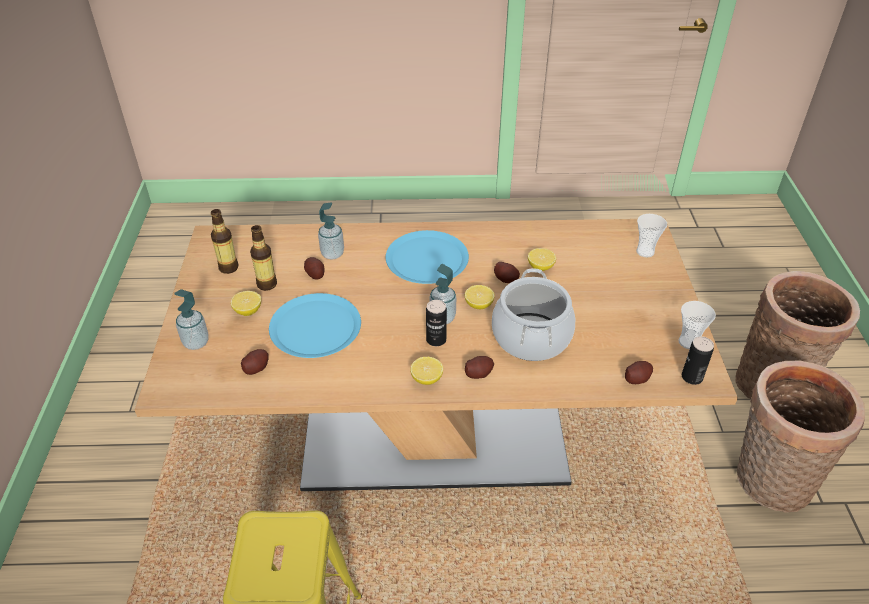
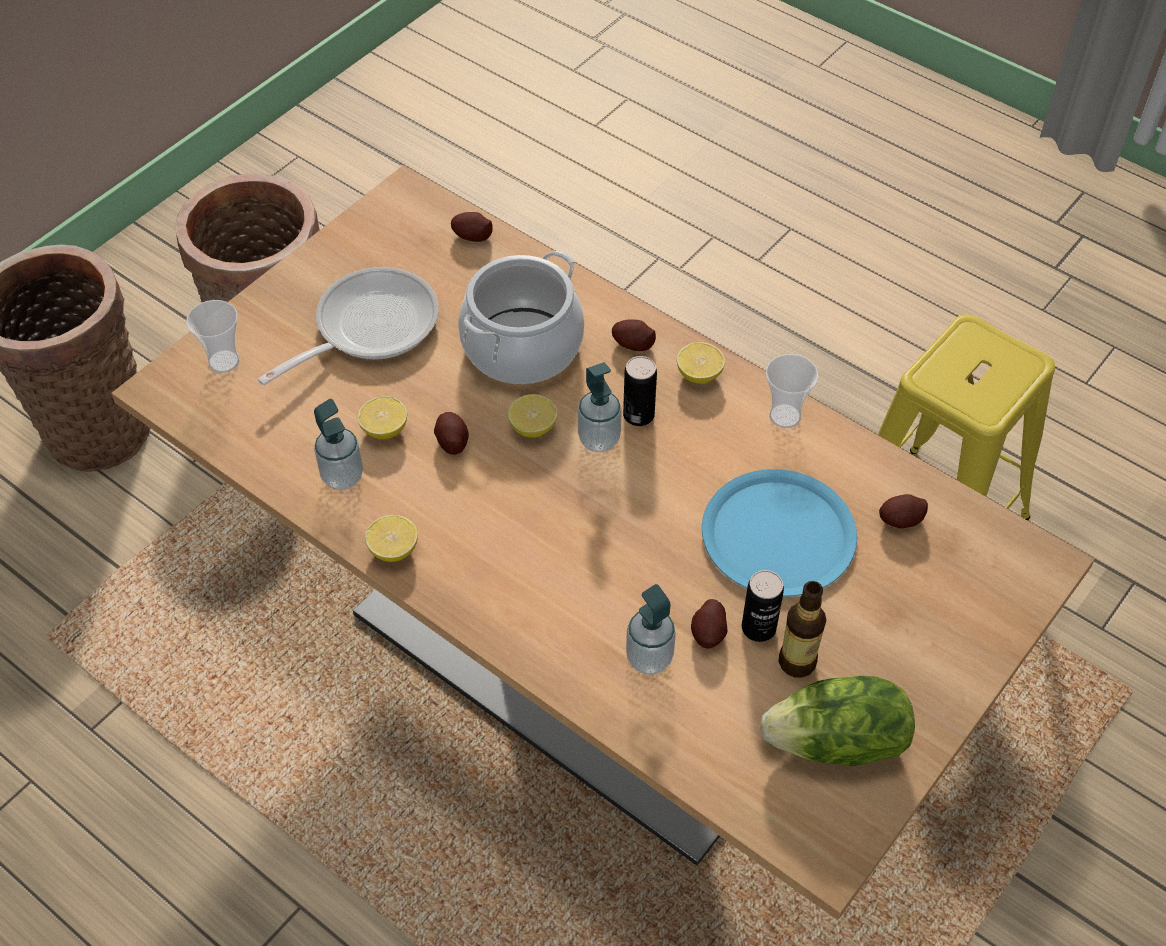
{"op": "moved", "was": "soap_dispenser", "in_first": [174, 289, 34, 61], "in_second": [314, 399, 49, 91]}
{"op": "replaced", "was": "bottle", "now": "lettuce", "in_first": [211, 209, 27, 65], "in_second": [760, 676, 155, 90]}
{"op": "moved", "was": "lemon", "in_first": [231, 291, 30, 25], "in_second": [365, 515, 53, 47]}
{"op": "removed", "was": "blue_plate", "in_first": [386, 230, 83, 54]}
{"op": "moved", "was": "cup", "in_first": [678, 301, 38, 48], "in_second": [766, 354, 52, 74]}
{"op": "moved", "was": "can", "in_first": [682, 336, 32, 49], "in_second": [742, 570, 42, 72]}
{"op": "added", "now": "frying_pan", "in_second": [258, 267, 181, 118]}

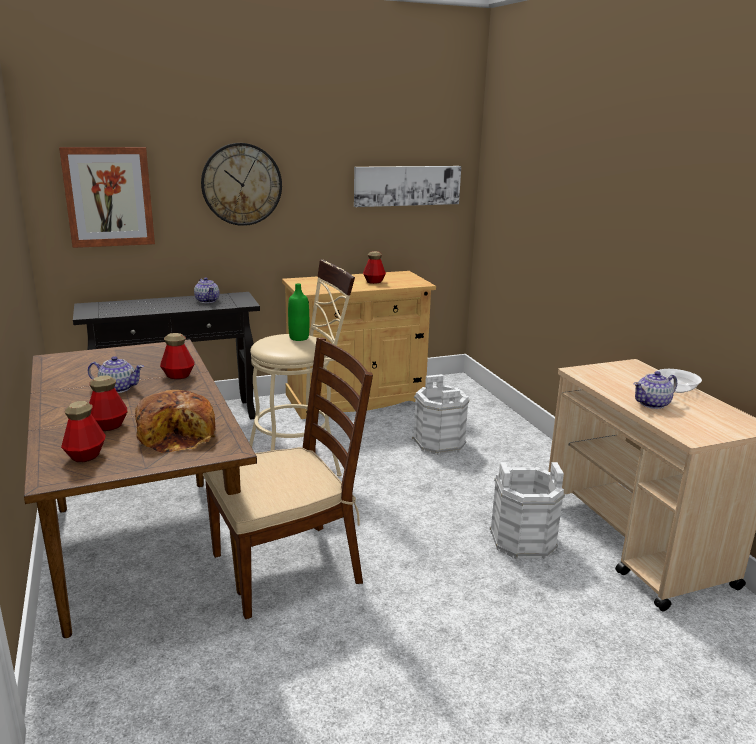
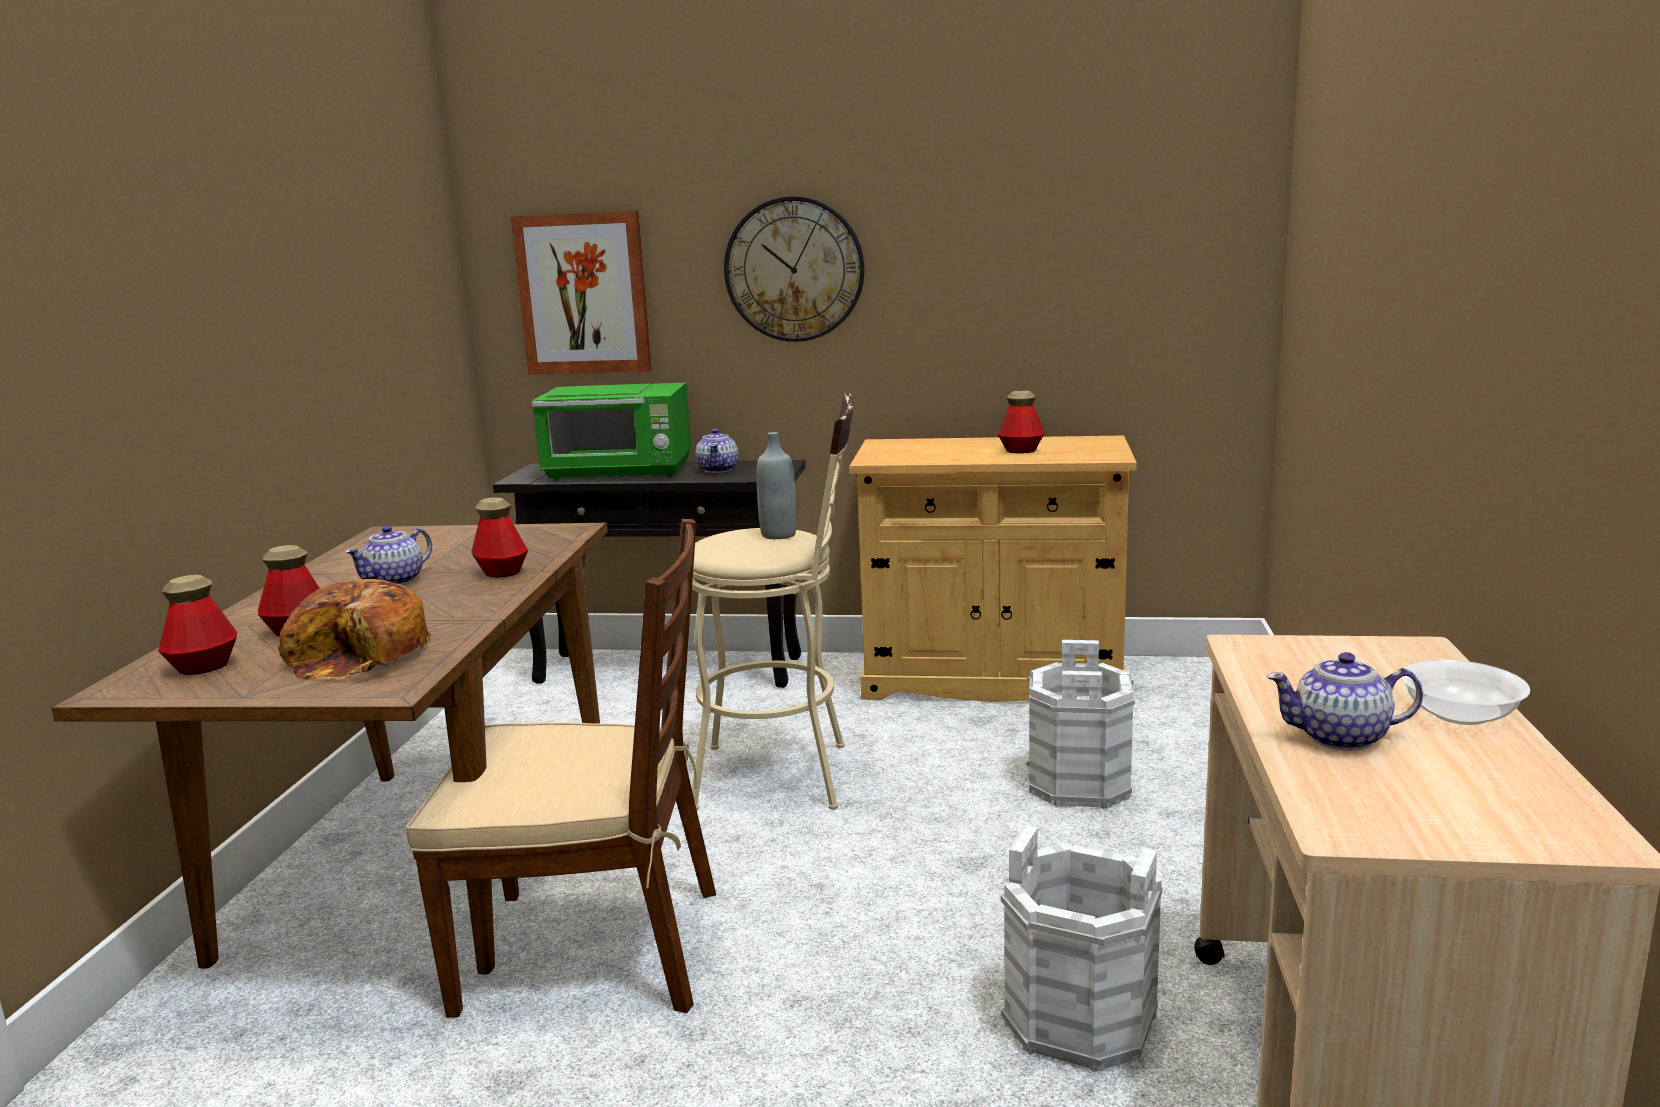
{"op": "turned", "was": "teapot", "in_first": [88, 356, 56, 37], "in_second": [345, 526, 87, 59], "clockwise": 90}
{"op": "recoloured", "was": "green_bottle", "now": "grey_bottle", "in_first": [288, 283, 21, 58], "in_second": [756, 432, 41, 107]}
{"op": "removed", "was": "picture", "in_first": [354, 166, 107, 41]}
{"op": "added", "now": "green_microwave", "in_second": [531, 383, 160, 97]}

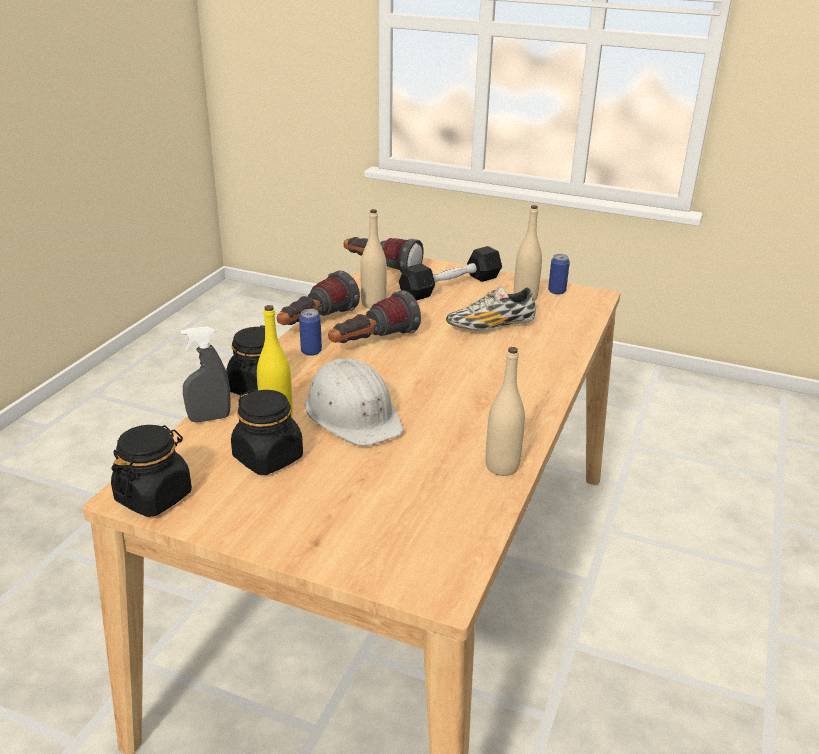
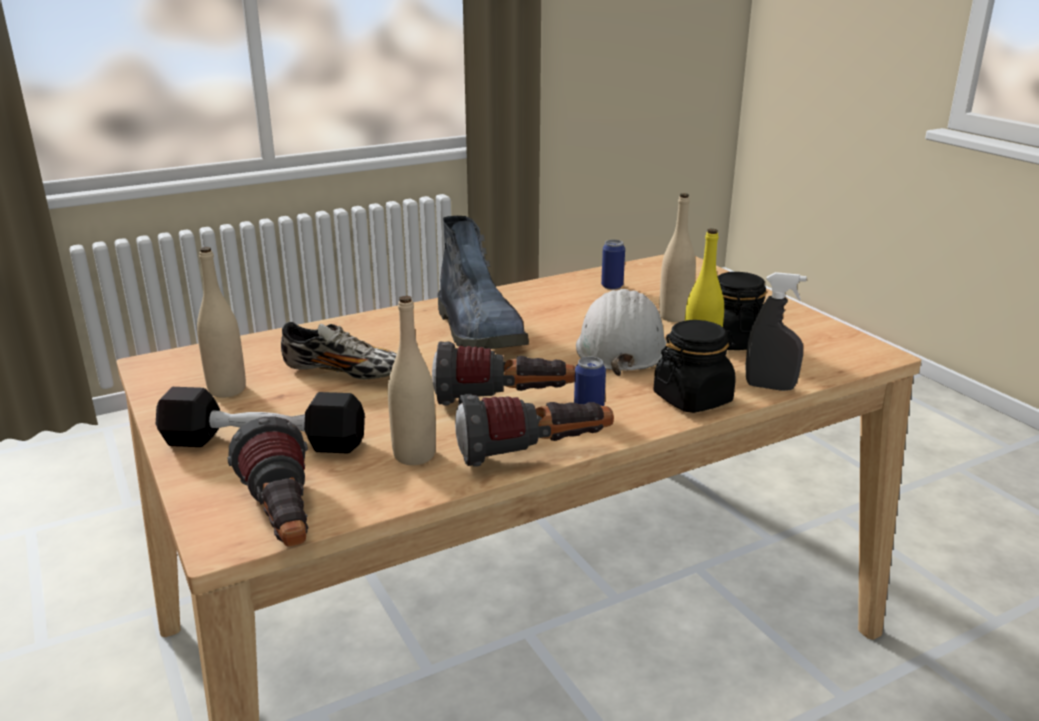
{"op": "removed", "was": "black_jar", "in_first": [111, 425, 81, 92]}
{"op": "moved", "was": "beige_bottle", "in_first": [486, 347, 39, 129], "in_second": [659, 193, 37, 129]}
{"op": "moved", "was": "can", "in_first": [548, 254, 22, 41], "in_second": [601, 240, 24, 50]}
{"op": "added", "now": "boot", "in_second": [438, 216, 91, 133]}

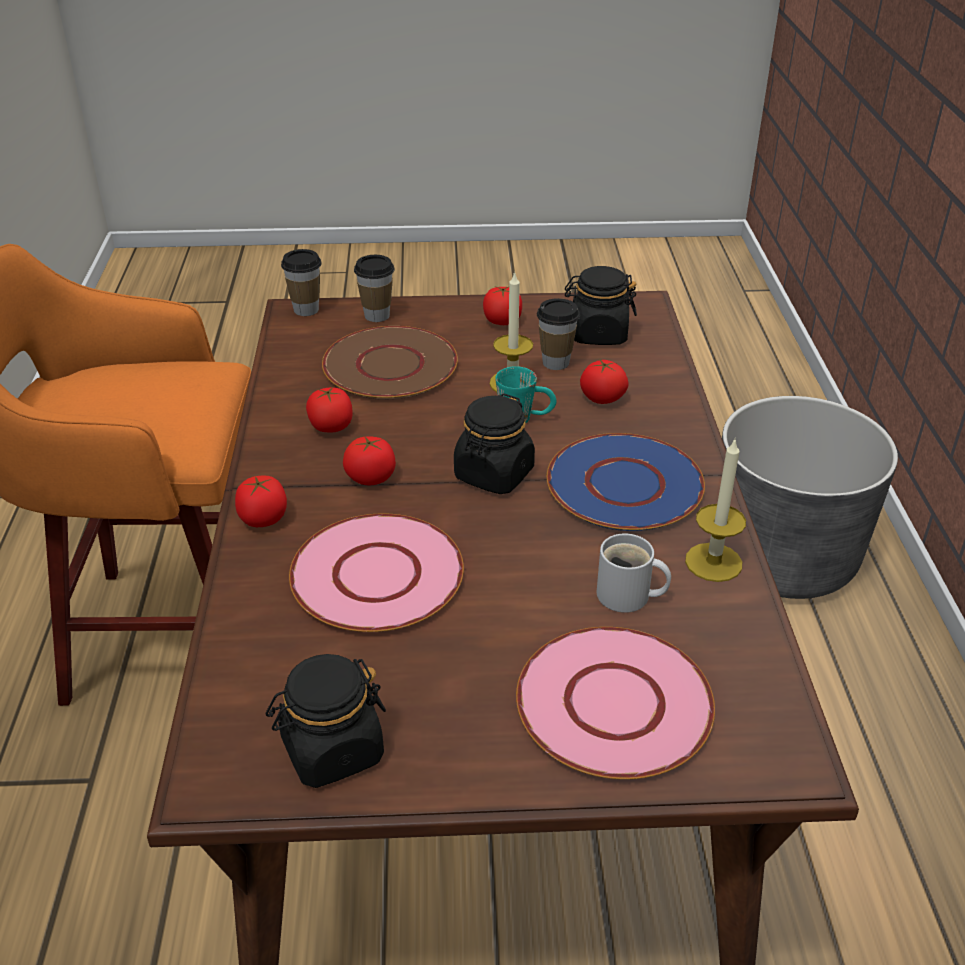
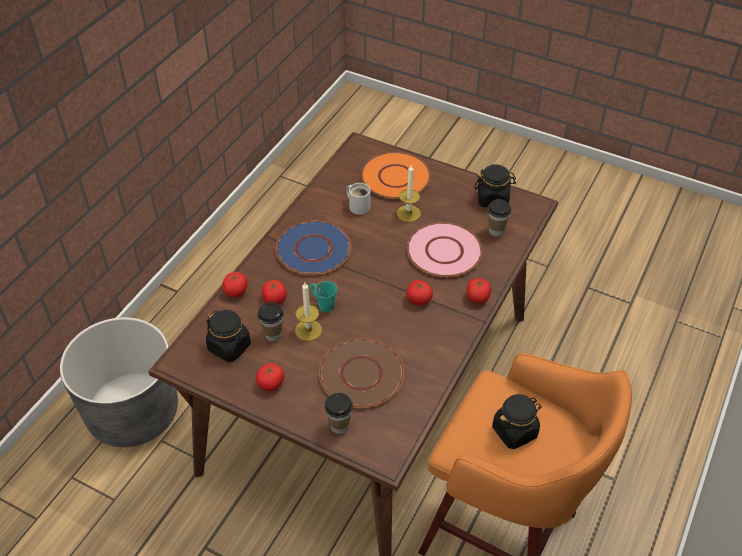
{"op": "moved", "was": "cup", "in_first": [281, 249, 41, 67], "in_second": [488, 199, 23, 38]}
{"op": "moved", "was": "tomato", "in_first": [306, 387, 47, 45], "in_second": [222, 272, 26, 25]}
{"op": "moved", "was": "black_jar", "in_first": [454, 393, 81, 101], "in_second": [492, 394, 50, 55]}
{"op": "recoloured", "was": "pink_plate", "now": "orange_plate", "in_first": [516, 627, 199, 152], "in_second": [361, 152, 70, 47]}
{"op": "moved", "was": "candle", "in_first": [685, 440, 61, 142], "in_second": [397, 165, 24, 57]}

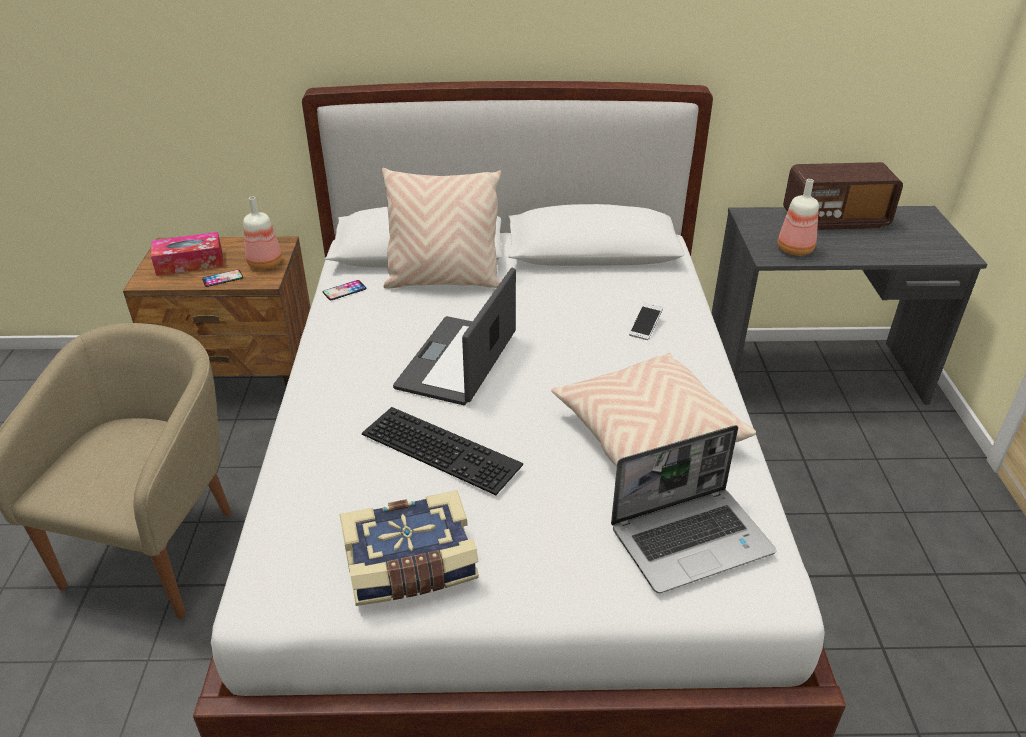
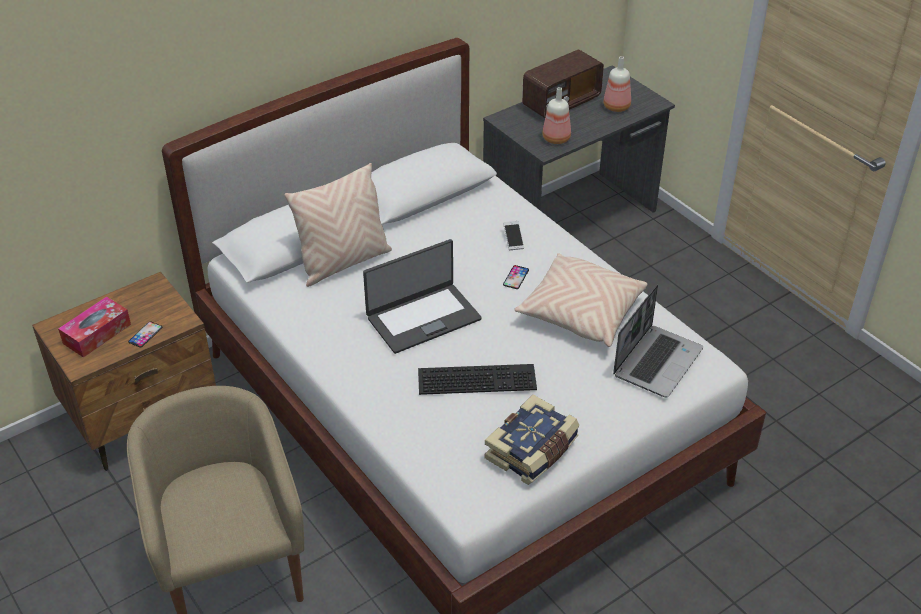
{"op": "moved", "was": "bottle", "in_first": [243, 197, 39, 73], "in_second": [603, 56, 28, 56]}
{"op": "moved", "was": "phone", "in_first": [323, 280, 44, 20], "in_second": [503, 265, 26, 24]}
{"op": "turned", "was": "laptop", "in_first": [393, 268, 123, 137], "in_second": [363, 239, 119, 115], "clockwise": -105}

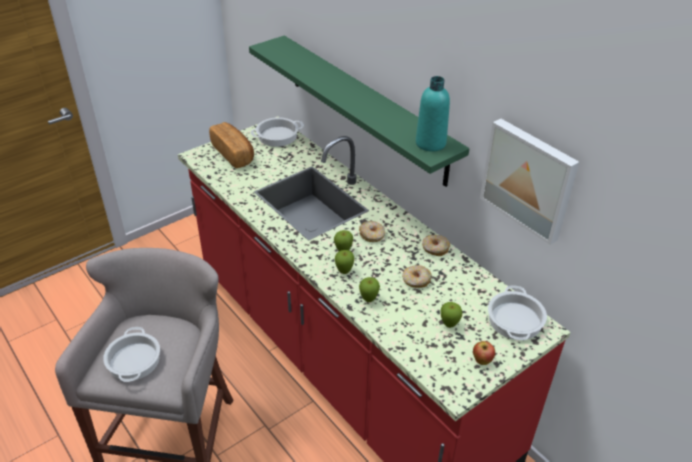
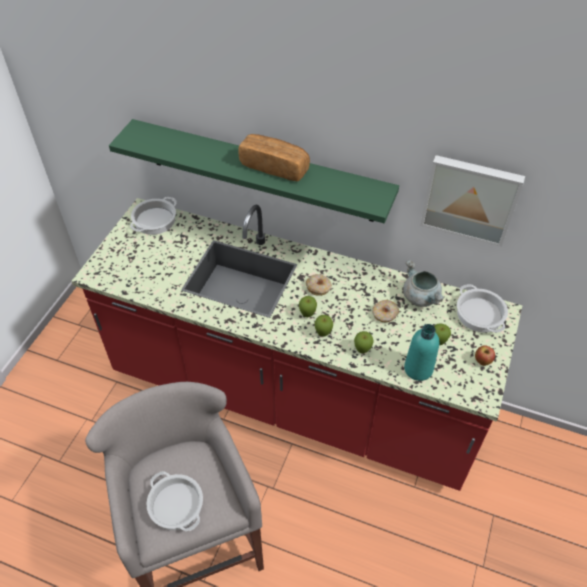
{"op": "moved", "was": "bread", "in_first": [209, 122, 45, 46], "in_second": [238, 134, 72, 47]}
{"op": "moved", "was": "turquoise_bottle", "in_first": [416, 76, 34, 76], "in_second": [404, 324, 35, 57]}
{"op": "removed", "was": "donut", "in_first": [422, 235, 28, 21]}
{"op": "added", "now": "grey_cooking_pot", "in_second": [403, 260, 42, 47]}

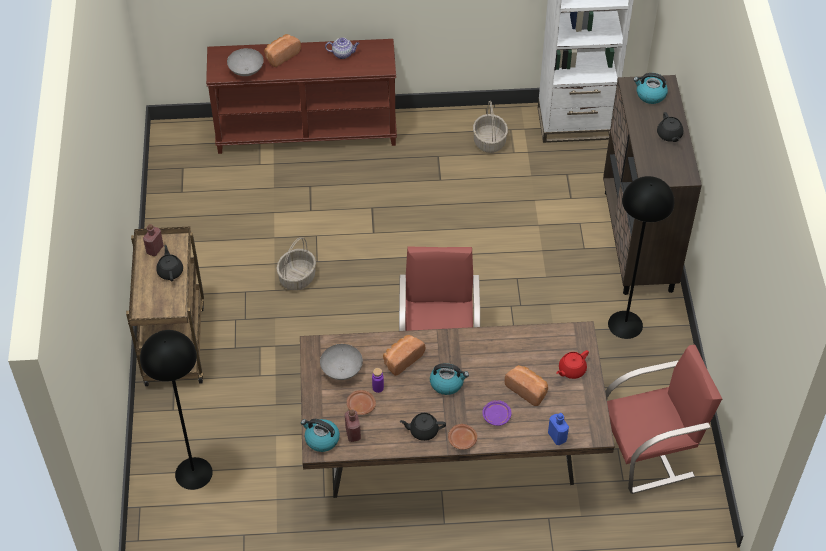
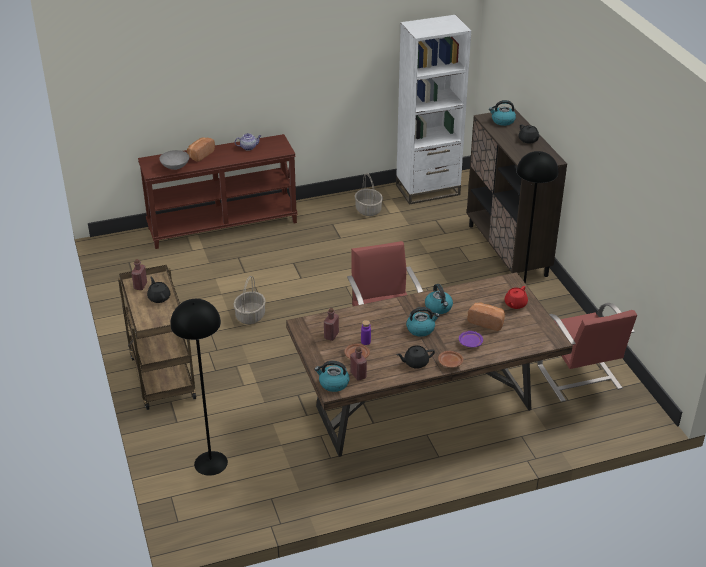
{"op": "replaced", "was": "grey_bowl", "now": "red_bottle", "in_first": [320, 344, 43, 36], "in_second": [324, 308, 15, 33]}
{"op": "removed", "was": "bread", "in_first": [383, 335, 42, 41]}
{"op": "removed", "was": "blue_bottle", "in_first": [548, 413, 21, 32]}
{"op": "turned", "was": "red_chair", "in_first": [605, 345, 117, 149], "in_second": [537, 303, 100, 99], "clockwise": 105}
{"op": "added", "now": "kettle", "in_second": [425, 284, 28, 30]}

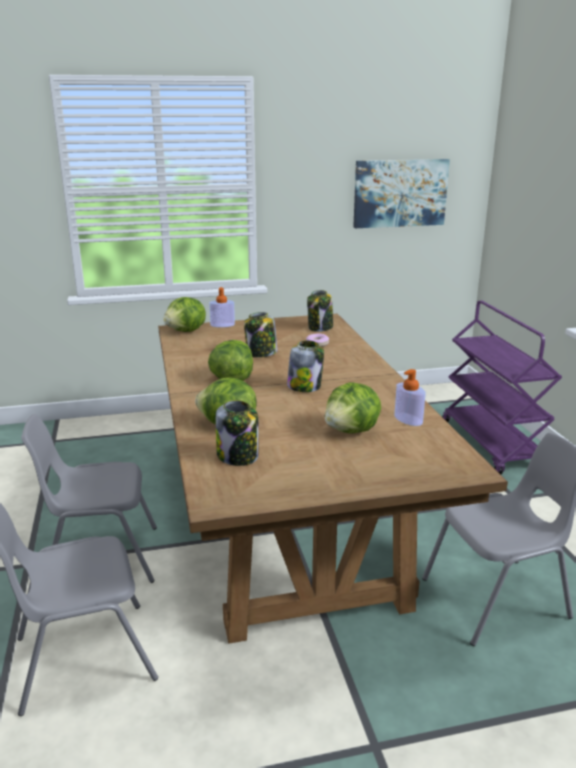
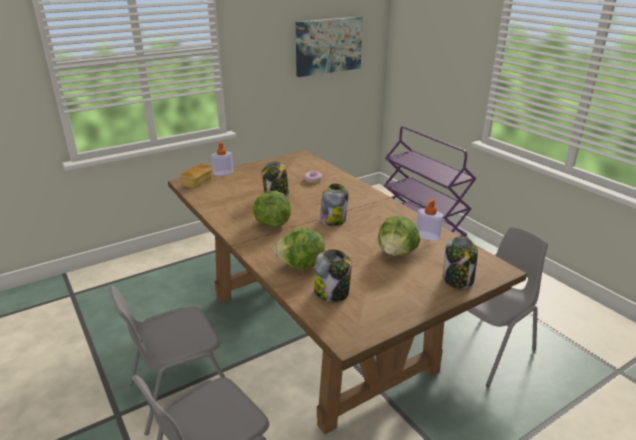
{"op": "replaced", "was": "lettuce", "now": "bread", "in_first": [163, 297, 43, 35], "in_second": [180, 164, 32, 24]}
{"op": "moved", "was": "jar", "in_first": [307, 290, 26, 42], "in_second": [443, 236, 35, 53]}

